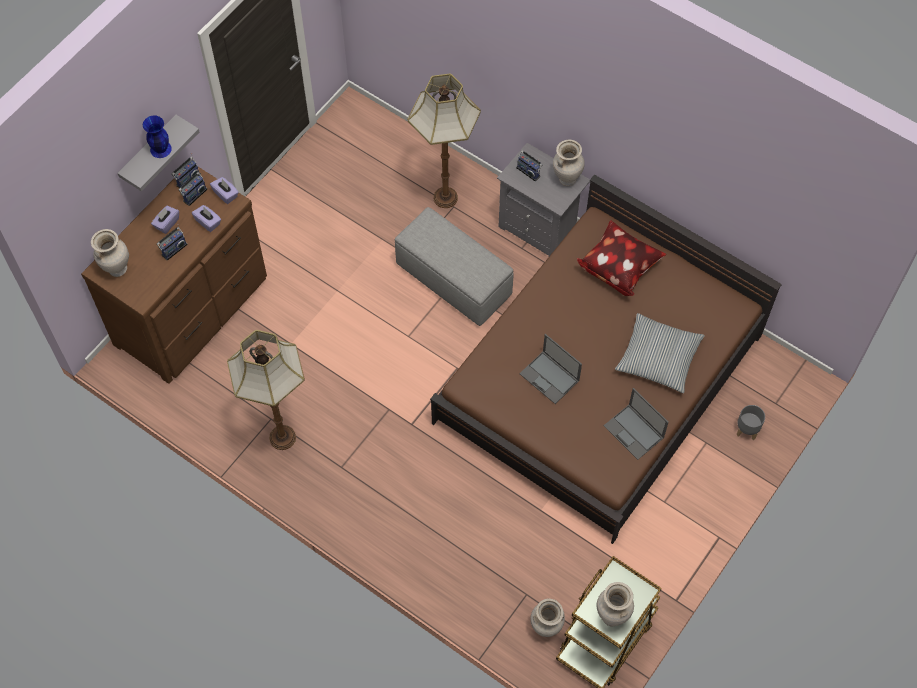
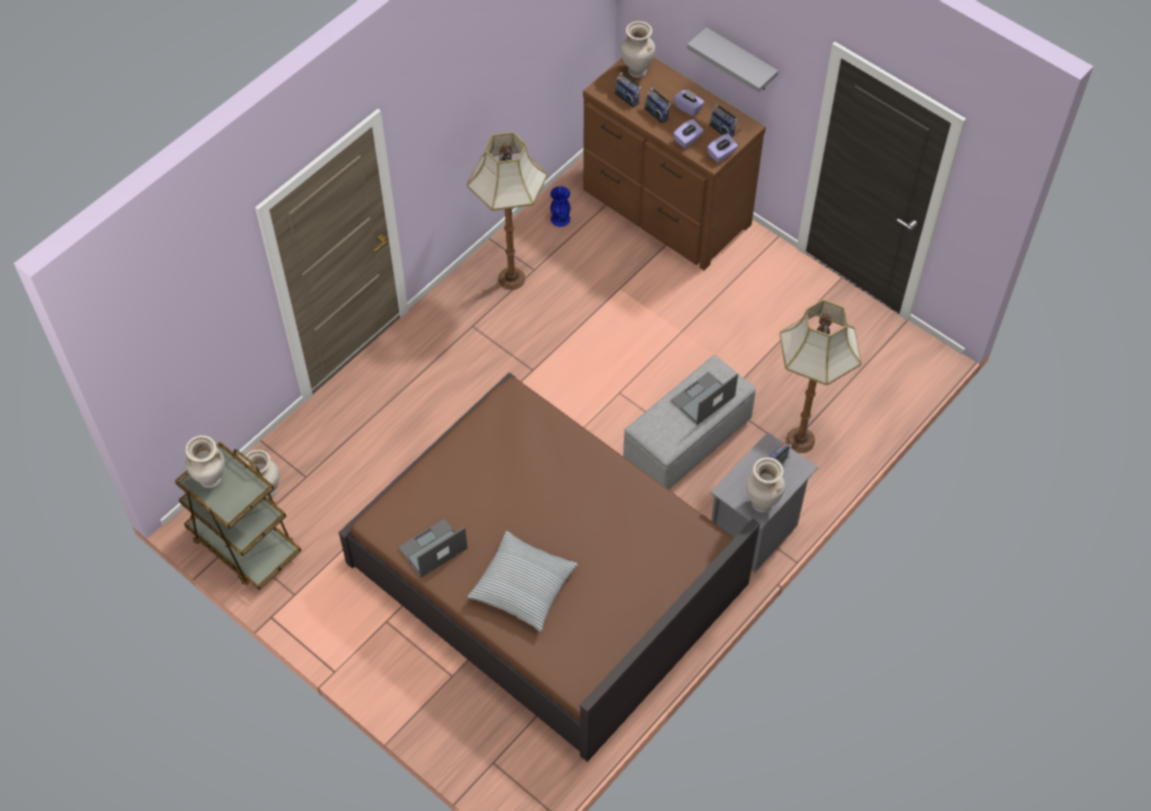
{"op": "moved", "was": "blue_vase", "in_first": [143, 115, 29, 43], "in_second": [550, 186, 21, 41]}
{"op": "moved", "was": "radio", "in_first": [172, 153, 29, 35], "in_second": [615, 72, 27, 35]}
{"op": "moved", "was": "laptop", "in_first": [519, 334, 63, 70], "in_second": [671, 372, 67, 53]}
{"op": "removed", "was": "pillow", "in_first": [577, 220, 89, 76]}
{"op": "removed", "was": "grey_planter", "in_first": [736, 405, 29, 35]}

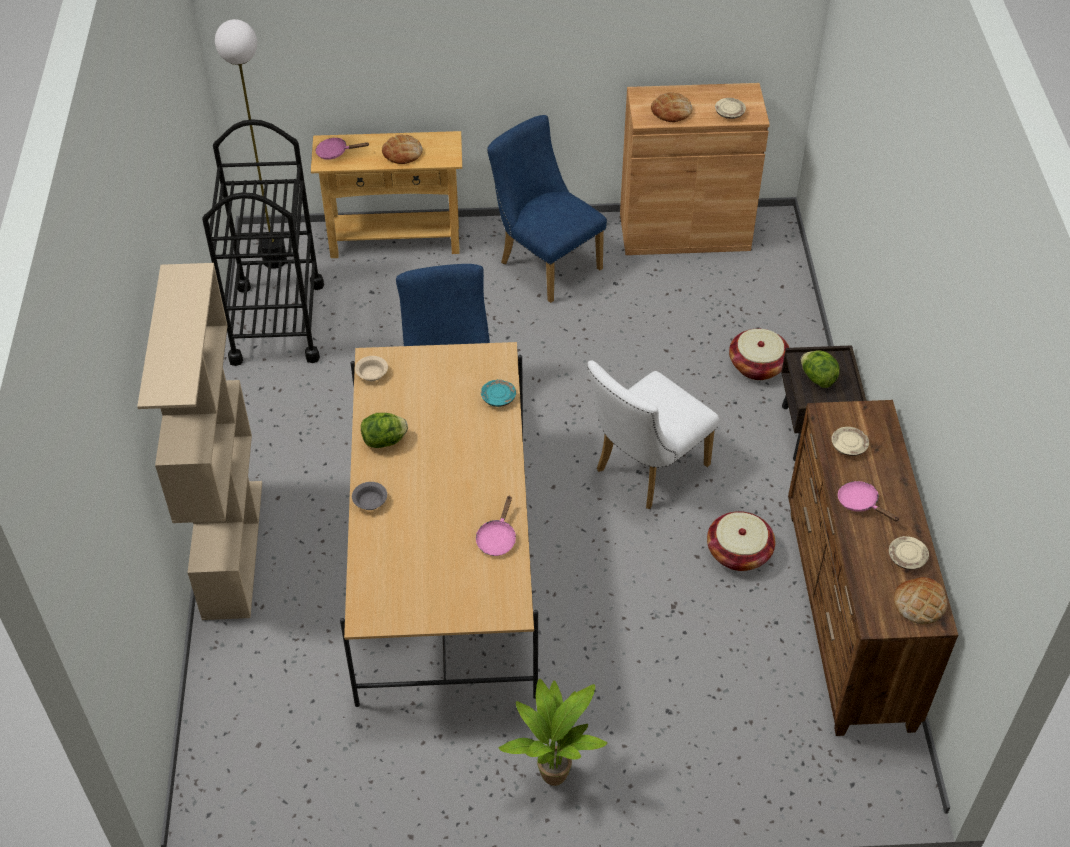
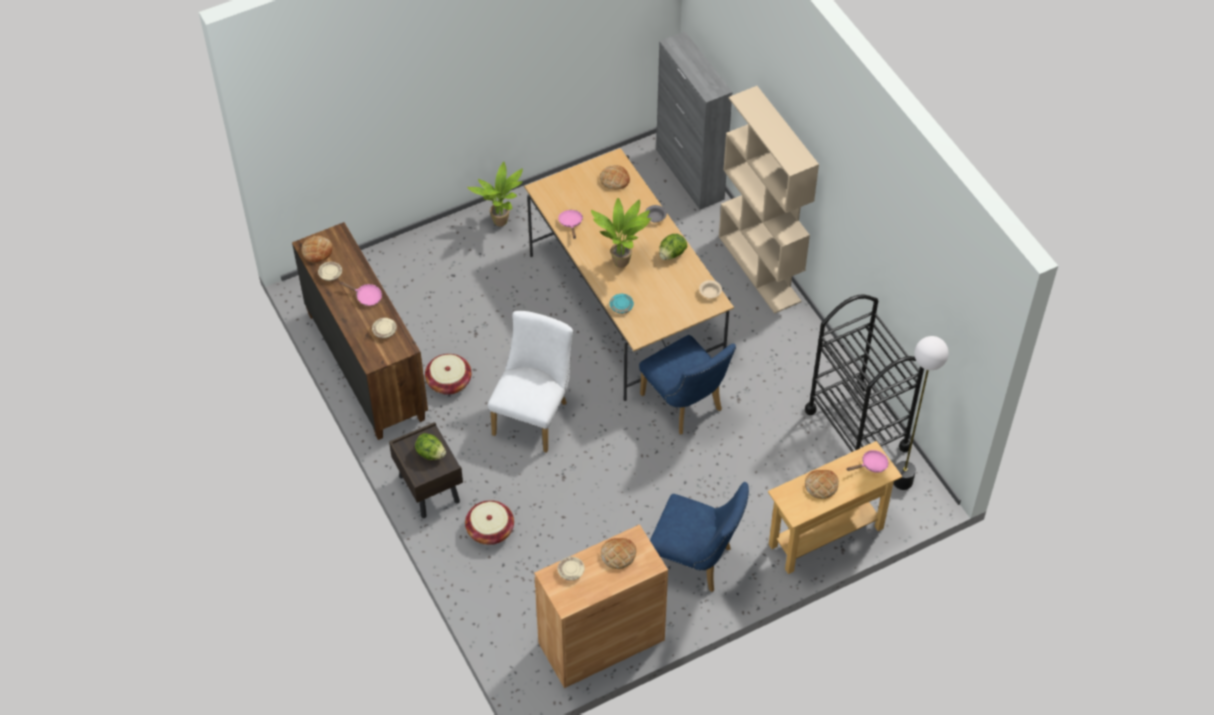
{"op": "added", "now": "potted_plant", "in_second": [591, 198, 60, 70]}
{"op": "added", "now": "bread", "in_second": [600, 165, 30, 25]}
{"op": "added", "now": "grey_cabinet", "in_second": [656, 32, 76, 178]}

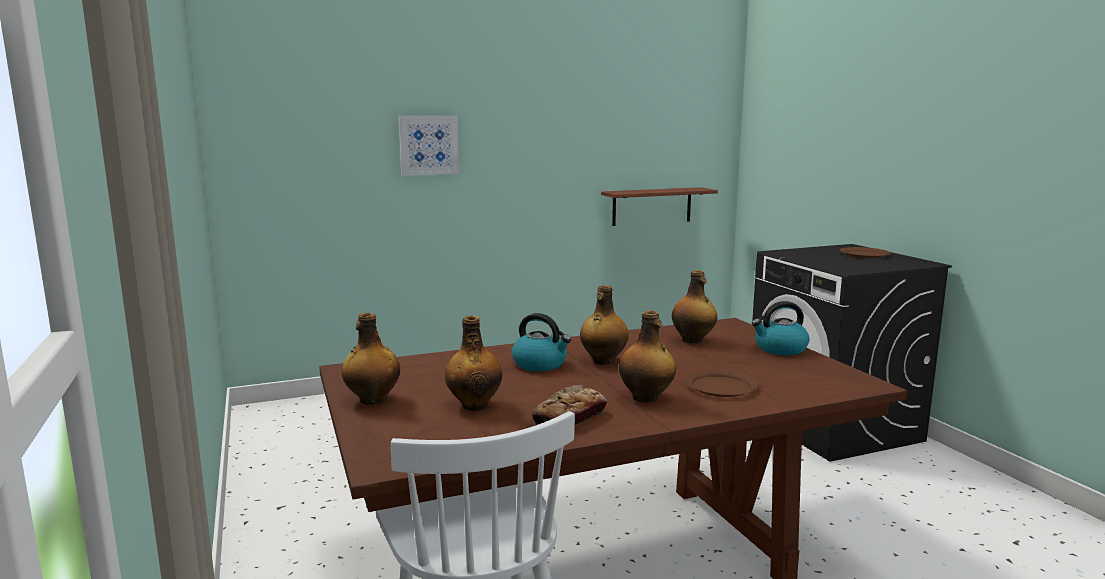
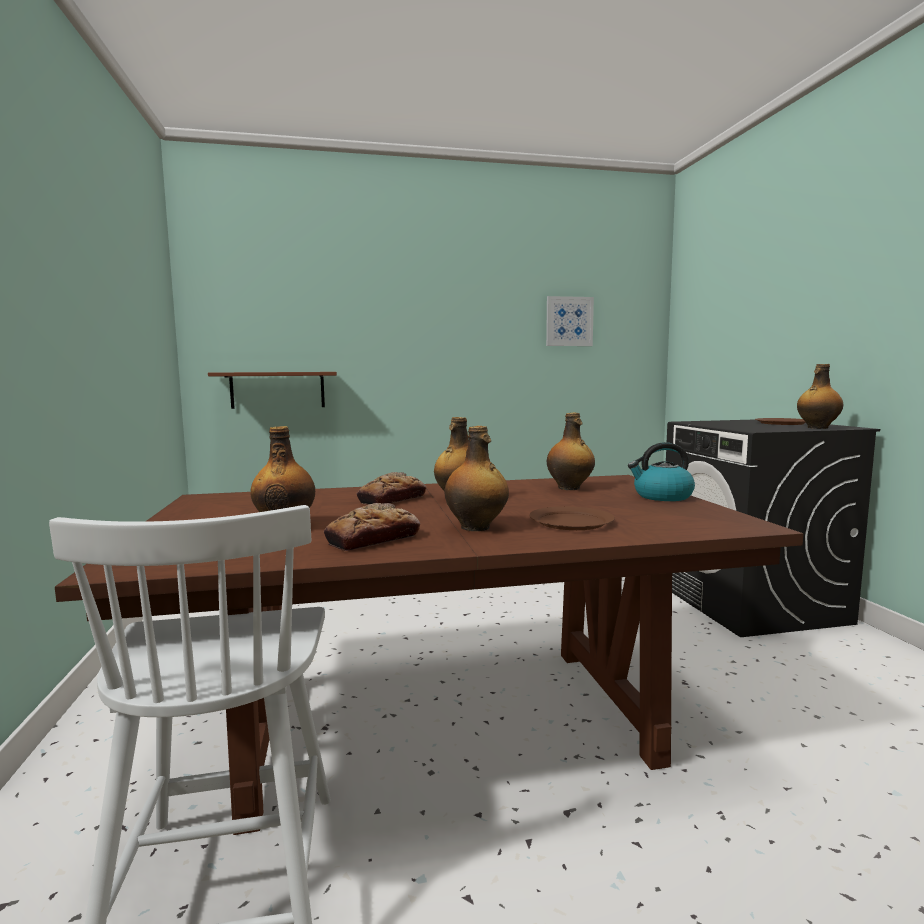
{"op": "moved", "was": "bottle", "in_first": [342, 313, 58, 92], "in_second": [797, 364, 46, 65]}
{"op": "moved", "was": "picture", "in_first": [399, 116, 60, 60], "in_second": [546, 296, 48, 50]}
{"op": "replaced", "was": "kettle", "now": "bread", "in_first": [512, 313, 59, 58], "in_second": [357, 472, 69, 33]}
{"op": "moved", "was": "brown_shelf", "in_first": [601, 187, 117, 39], "in_second": [208, 372, 129, 37]}

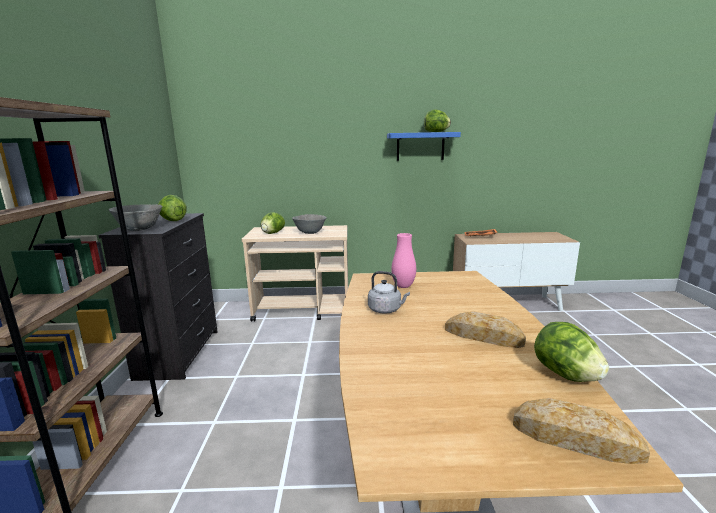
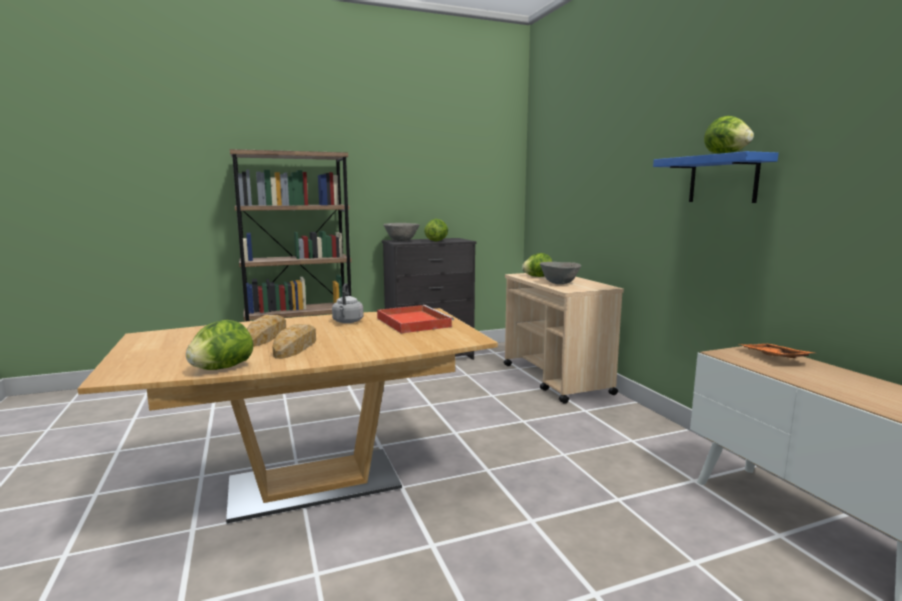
{"op": "replaced", "was": "pink_vase", "now": "red_tray", "in_first": [391, 233, 25, 55], "in_second": [377, 305, 77, 28]}
{"op": "moved", "was": "bread", "in_first": [513, 398, 137, 66], "in_second": [247, 315, 39, 32]}

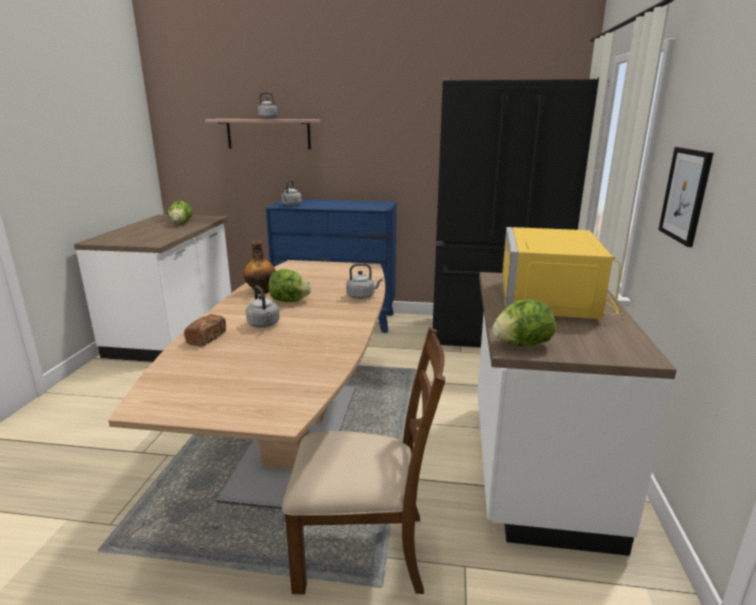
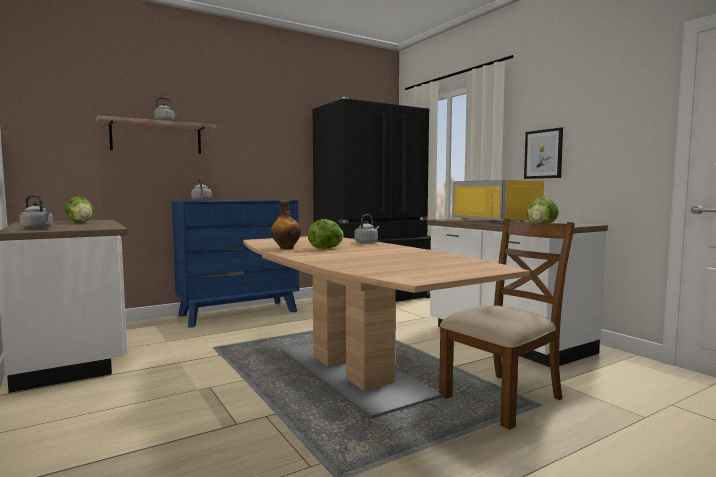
{"op": "removed", "was": "bread", "in_first": [184, 314, 42, 33]}
{"op": "moved", "was": "grey_kettle", "in_first": [246, 285, 34, 43], "in_second": [19, 195, 34, 35]}

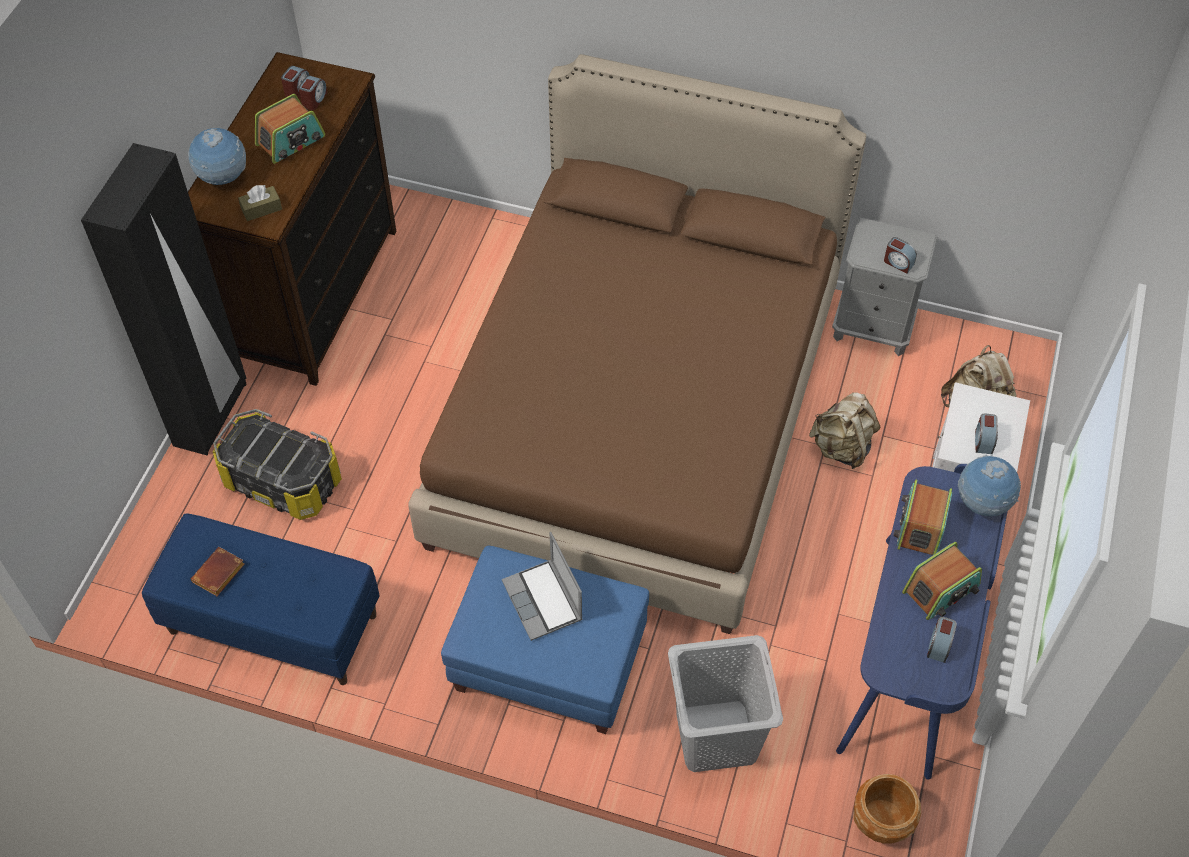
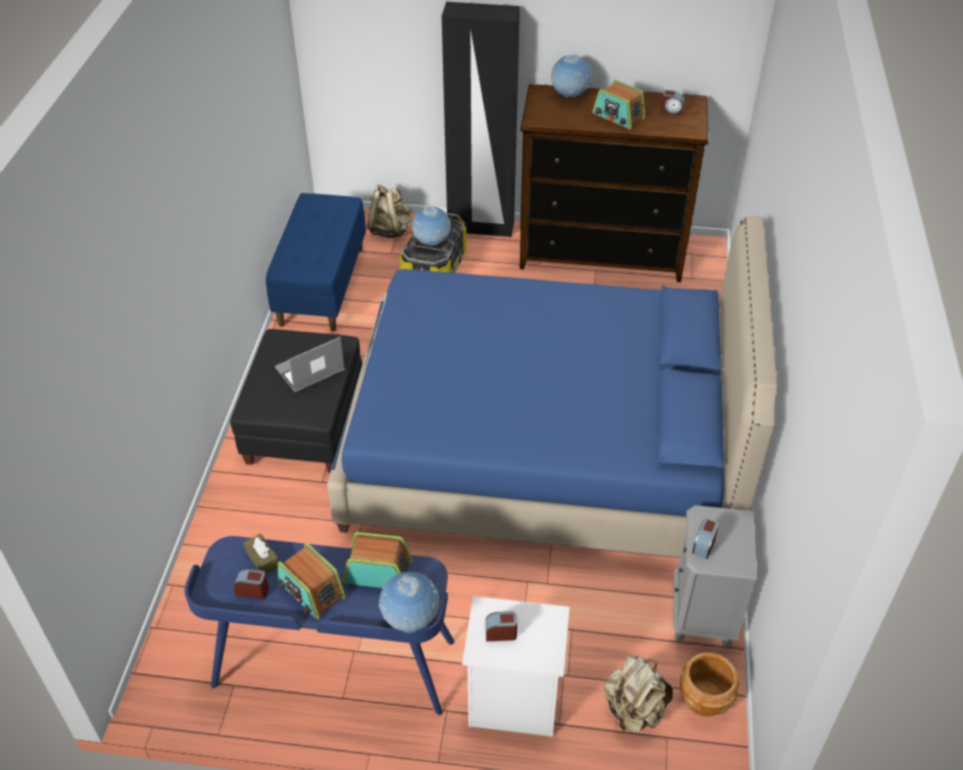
{"op": "removed", "was": "brown_book", "in_first": [191, 547, 54, 49]}
{"op": "moved", "was": "brown_tissue_box", "in_first": [238, 185, 44, 36], "in_second": [244, 534, 35, 40]}
{"op": "removed", "was": "alarm_clock", "in_first": [298, 75, 30, 35]}
{"op": "recoloured", "was": "brown_bed", "now": "blue_bed", "in_first": [408, 54, 458, 580], "in_second": [327, 216, 450, 342]}
{"op": "recoloured", "was": "blue_ottoman", "now": "black_ottoman", "in_first": [441, 546, 208, 188], "in_second": [230, 329, 132, 144]}
{"op": "removed", "was": "grey_laundry_basket", "in_first": [668, 635, 115, 137]}
{"op": "moved", "was": "beige_backpack", "in_first": [809, 392, 71, 77], "in_second": [367, 184, 44, 54]}
{"op": "moved", "was": "brown_planter", "in_first": [853, 774, 68, 70], "in_second": [680, 652, 59, 65]}
{"op": "added", "now": "globe", "in_second": [412, 206, 39, 40]}

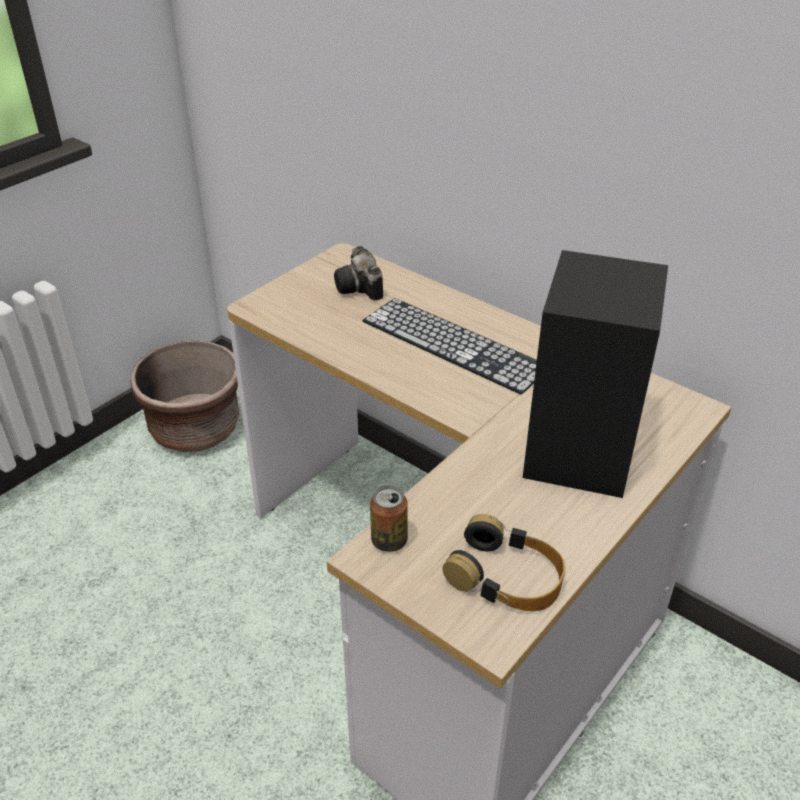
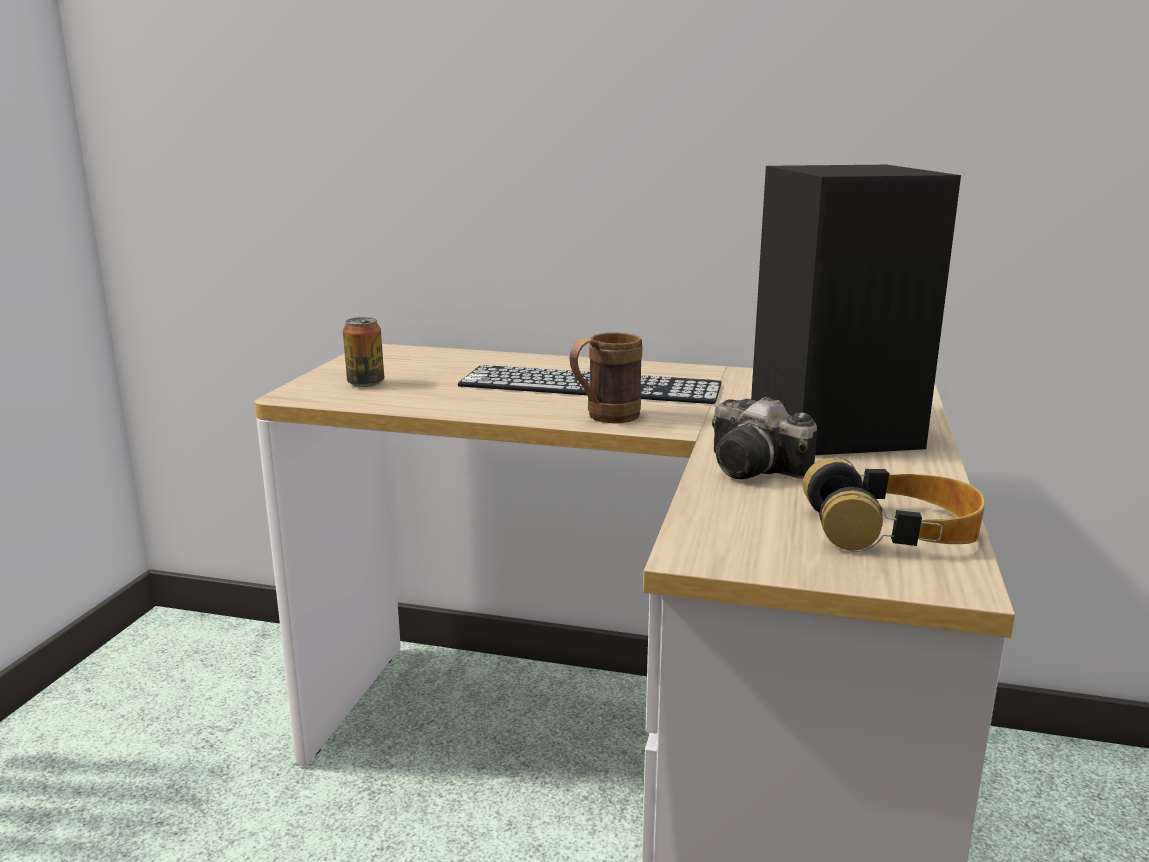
{"op": "removed", "was": "brown_planter", "in_first": [131, 340, 108, 112]}
{"op": "moved", "was": "photo_camera", "in_first": [334, 246, 49, 55], "in_second": [712, 397, 105, 82]}
{"op": "moved", "was": "can", "in_first": [370, 485, 38, 67], "in_second": [343, 317, 41, 70]}
{"op": "added", "now": "brown_mug", "in_second": [569, 333, 74, 90]}

